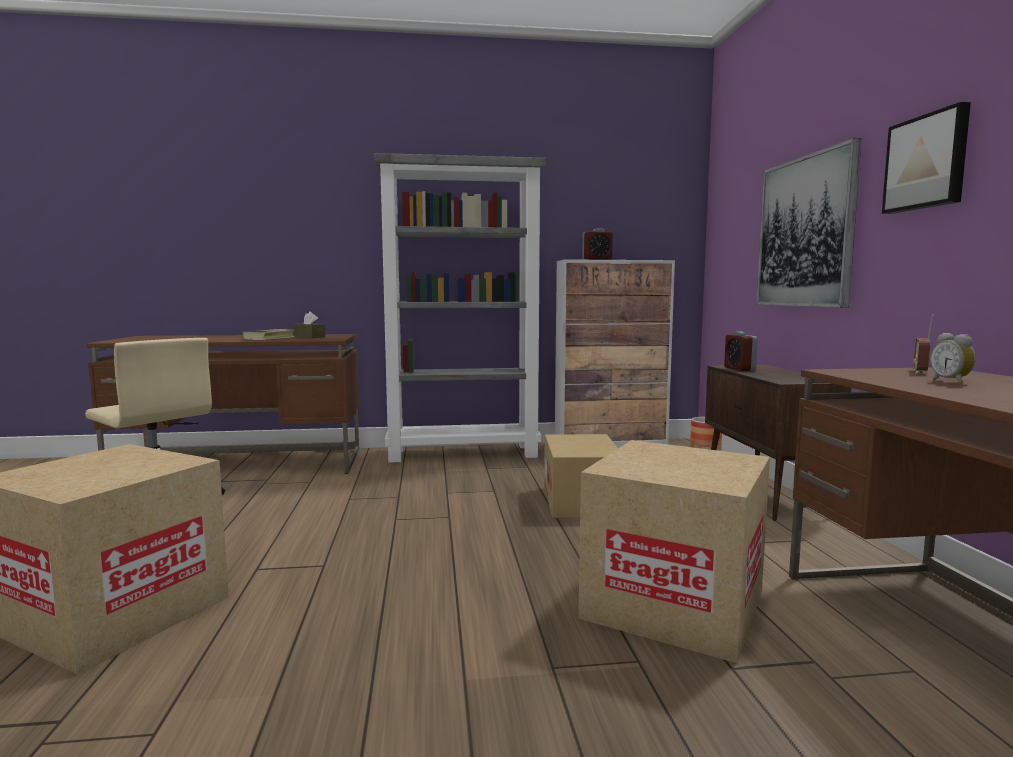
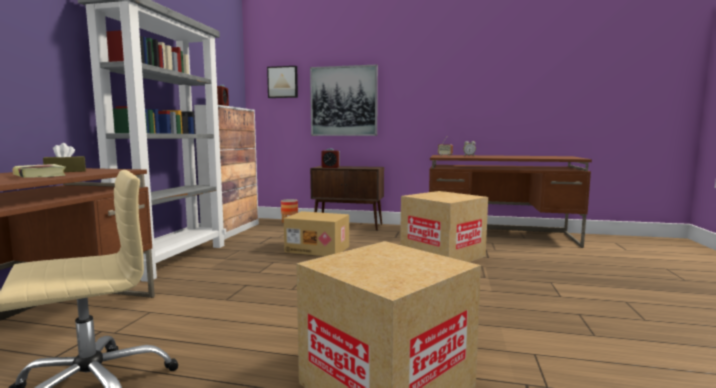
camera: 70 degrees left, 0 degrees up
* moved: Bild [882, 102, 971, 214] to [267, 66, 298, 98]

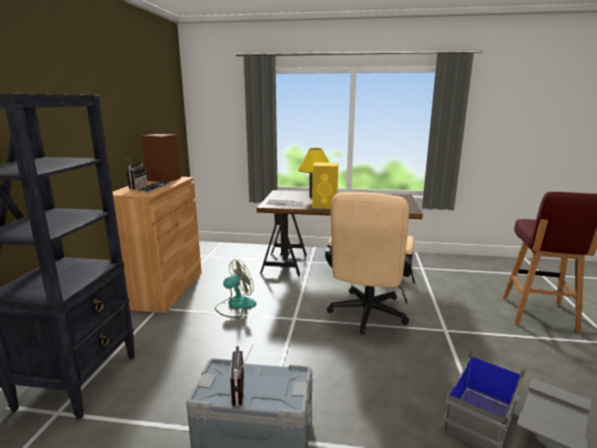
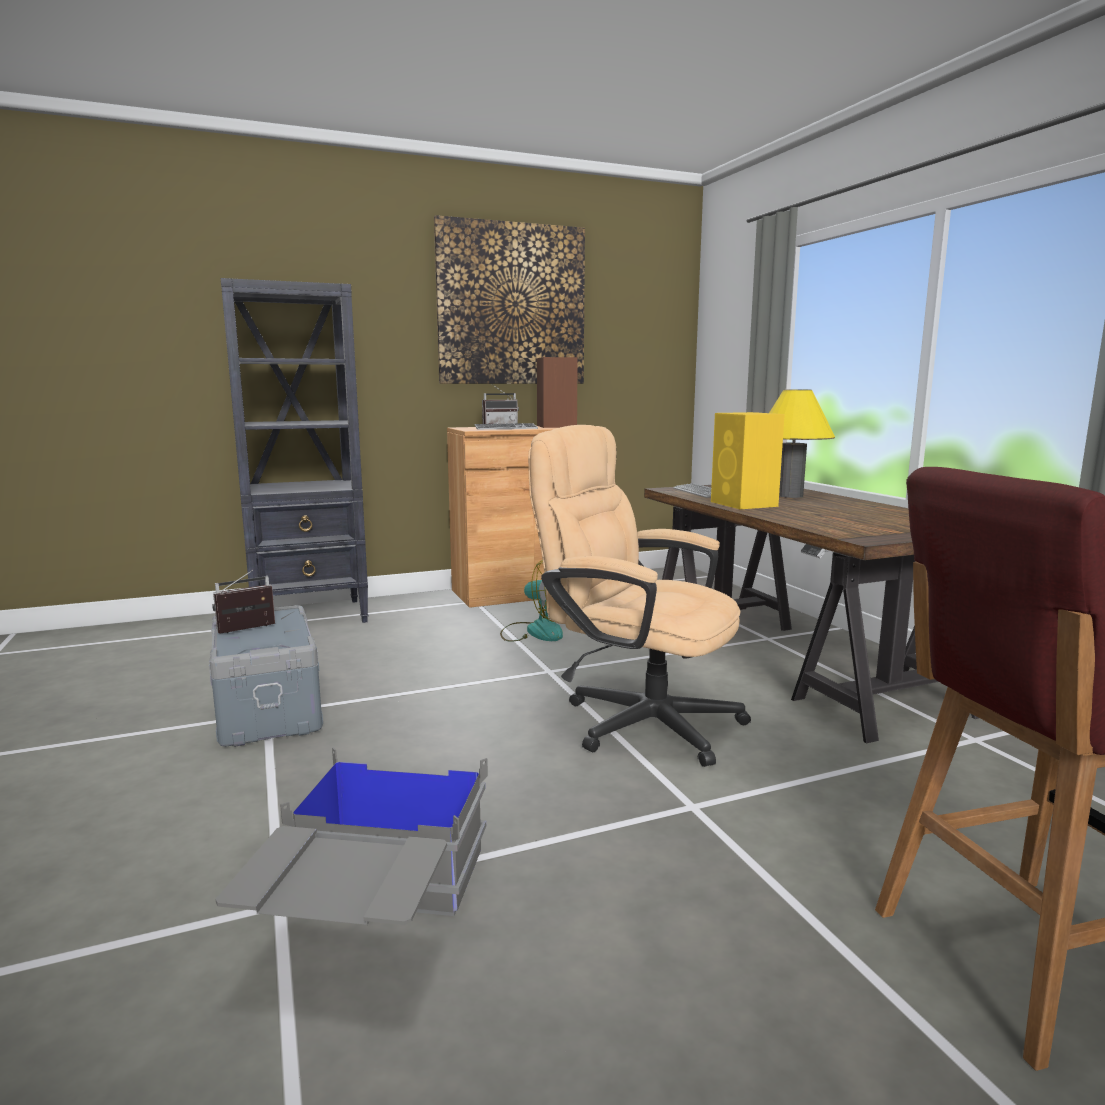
camera: 60 degrees right, 5 degrees down
* turned: Bürostuhl (beige) [325, 192, 414, 334] = [528, 425, 751, 767] 45 degrees clockwise
* added: Bild [434, 215, 585, 384]

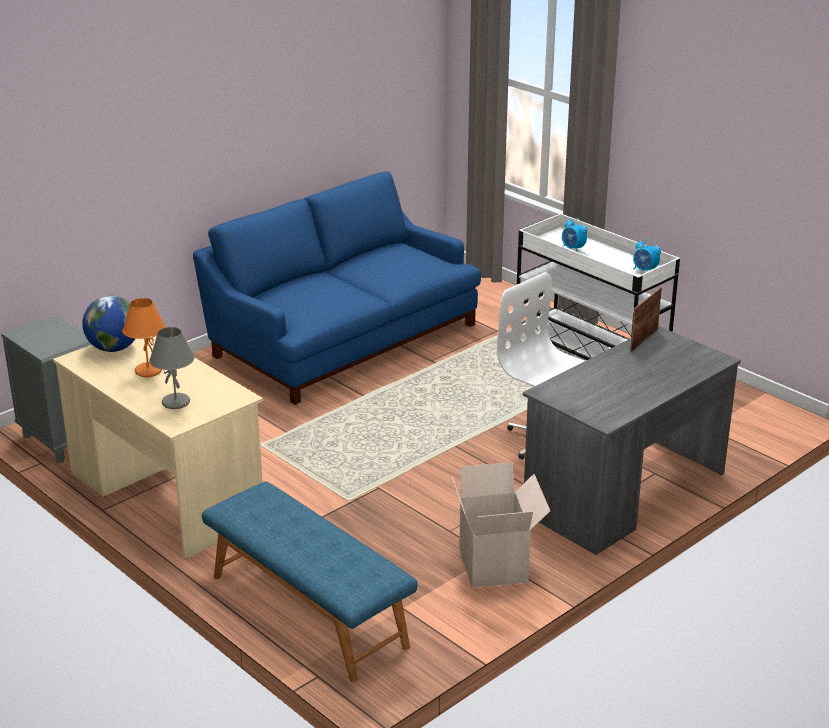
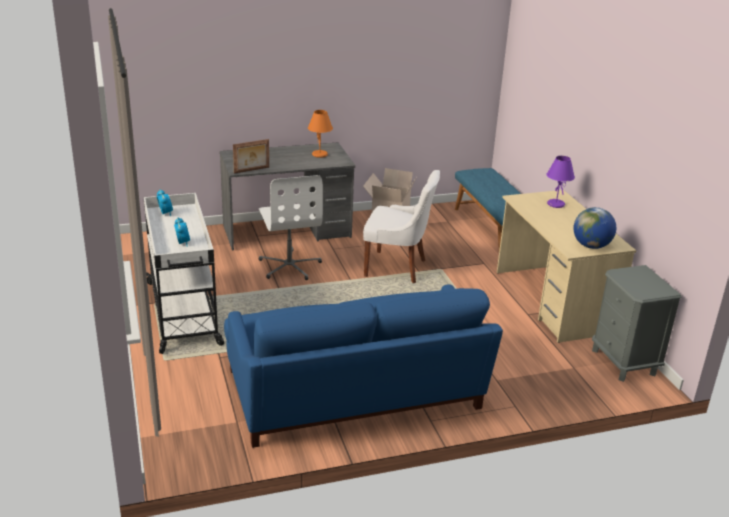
camera: 155 degrees left, 0 degrees up
* moved: Tischlampe (orange) [122, 298, 166, 377] to [308, 110, 333, 158]
* recoloured: Tischlampe (grau) [149, 327, 195, 409] to Tischlampe (lila) [547, 156, 575, 208]
* added: Stuhl (weiß) [363, 170, 440, 283]

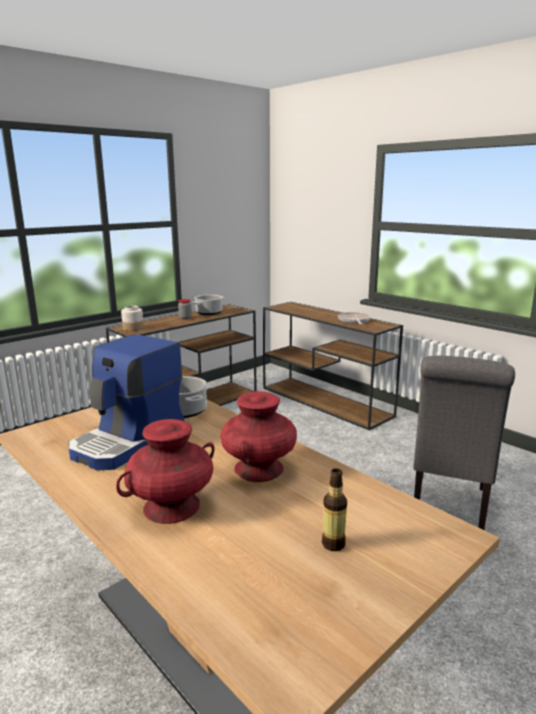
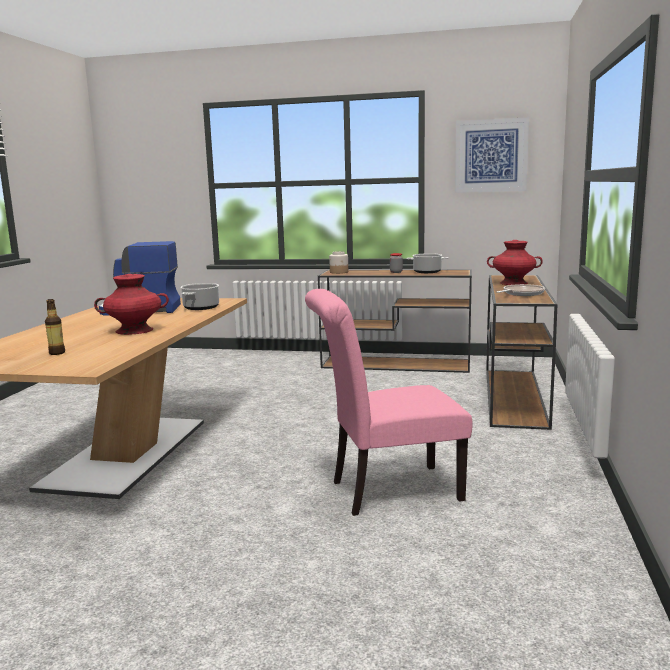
camera: 55 degrees right, 5 degrees down
* recoloured: Stuhl (grau) [414, 356, 515, 530] to Stuhl (rosa) [305, 289, 472, 516]
* moved: Vase (rot) [116, 419, 215, 524] to [487, 240, 543, 285]
* added: Bild [455, 117, 529, 193]

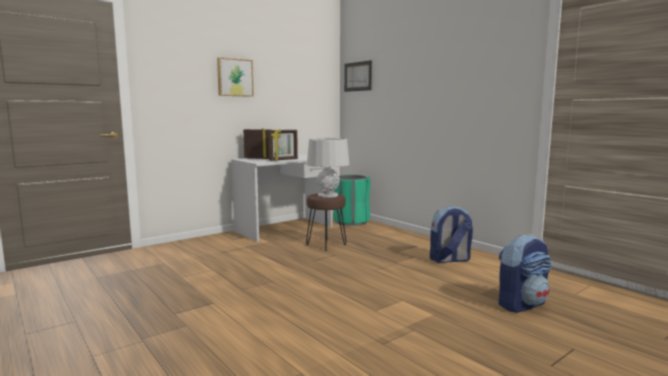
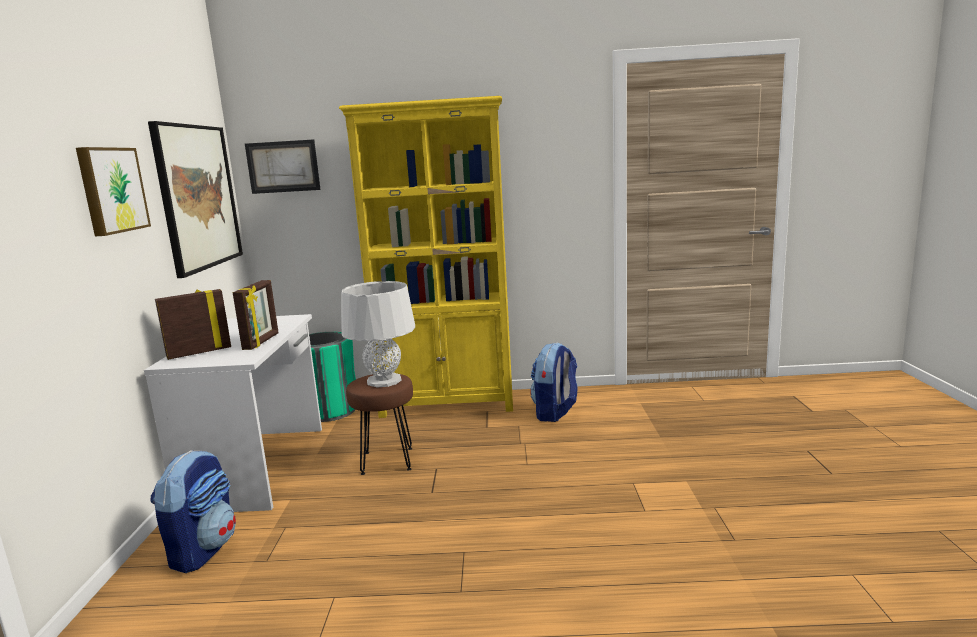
camera: 50 degrees left, 5 degrees up
* moved: Rucksack [499, 234, 552, 313] to [151, 450, 236, 573]
* added: Bücherregal (gelb) [339, 96, 513, 418]
* added: Bild [148, 121, 243, 278]

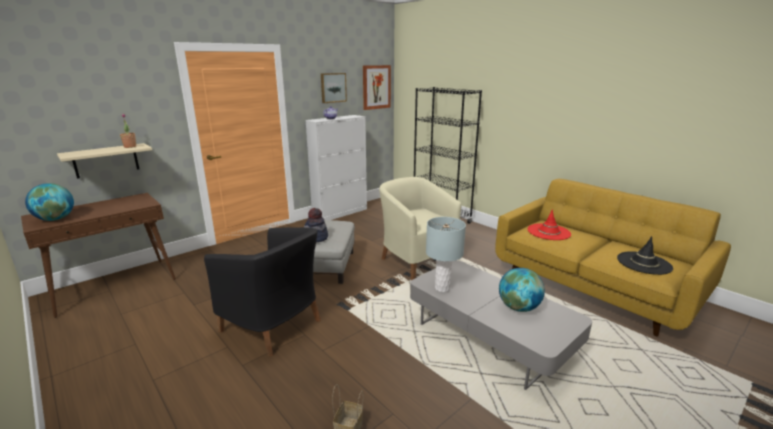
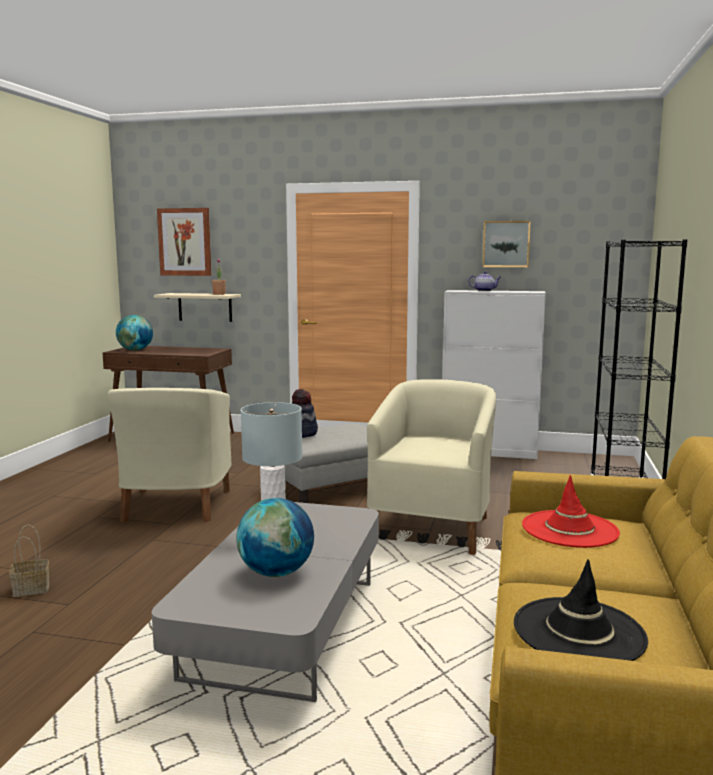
camera: 55 degrees right, 10 degrees down
* moved: Bild [363, 65, 391, 110] to [157, 208, 212, 276]
* recoloured: Sessel (schwarz) [204, 227, 321, 357] to Sessel (beige) [108, 388, 232, 522]

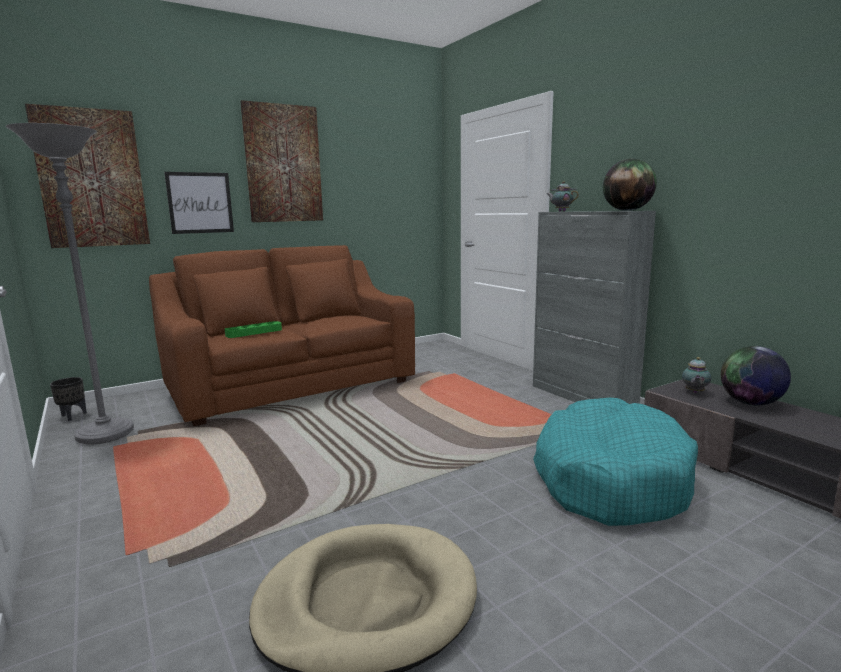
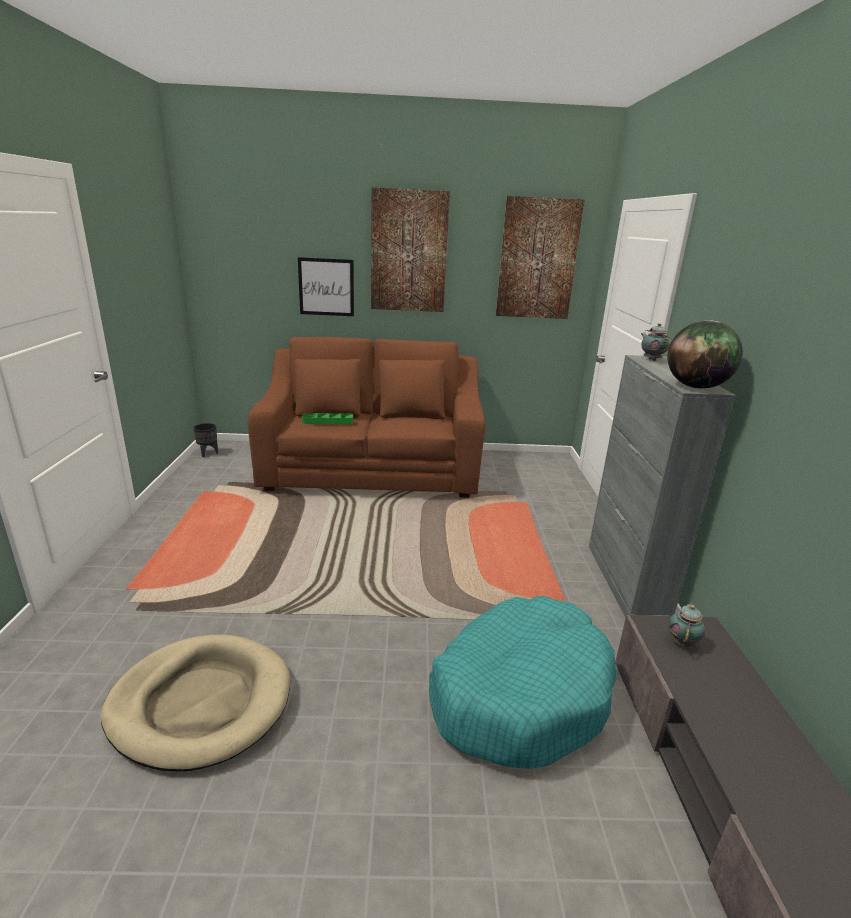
camera: 30 degrees right, 10 degrees up
* moved: Bild [25, 104, 150, 248] to [496, 196, 585, 319]
* removed: Stehlampe (grau) [6, 123, 134, 445]
* removed: Globus [721, 346, 791, 406]
* turned: Teekanne [682, 357, 711, 393] = [668, 603, 705, 647] 150 degrees clockwise

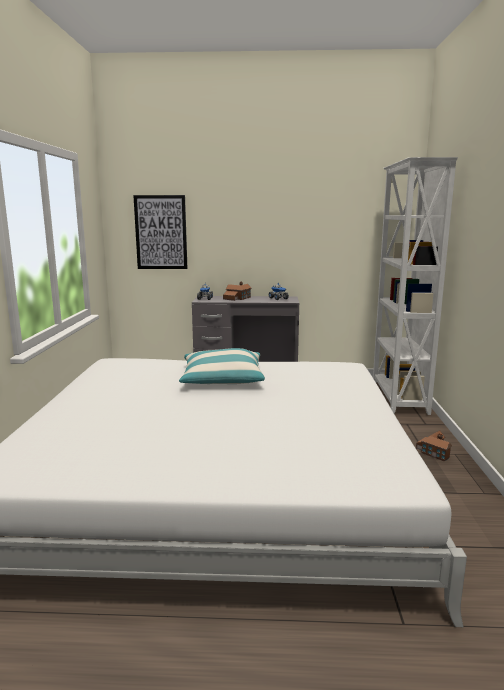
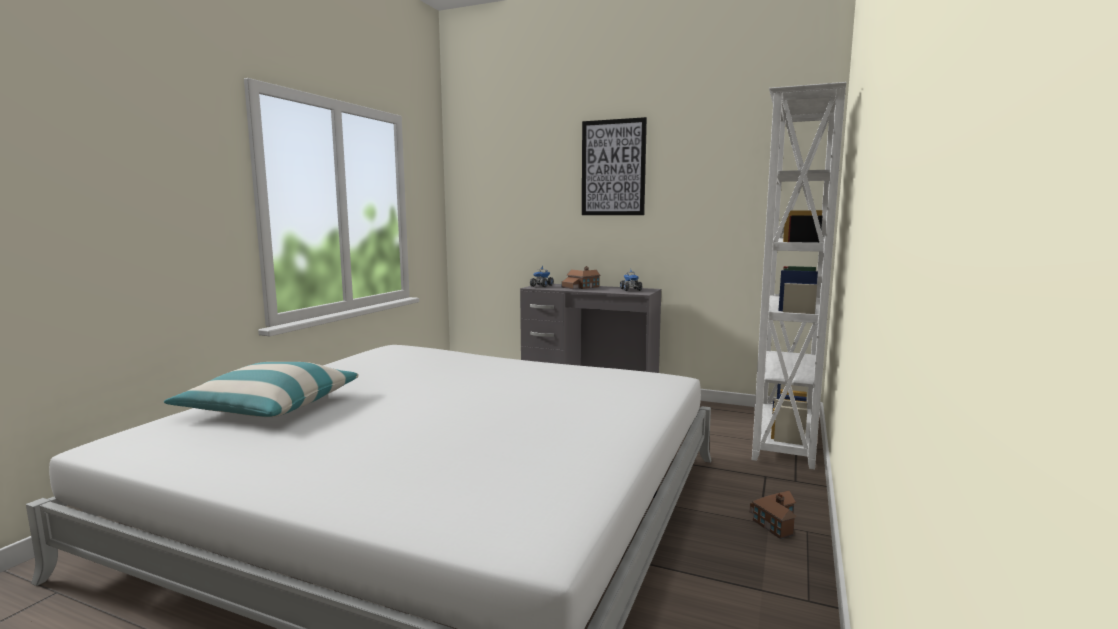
camera: 20 degrees right, 5 degrees down
* moved: Bild [133, 195, 187, 269] to [582, 117, 647, 215]
* moved: Kissen [179, 348, 265, 384] to [164, 362, 359, 417]

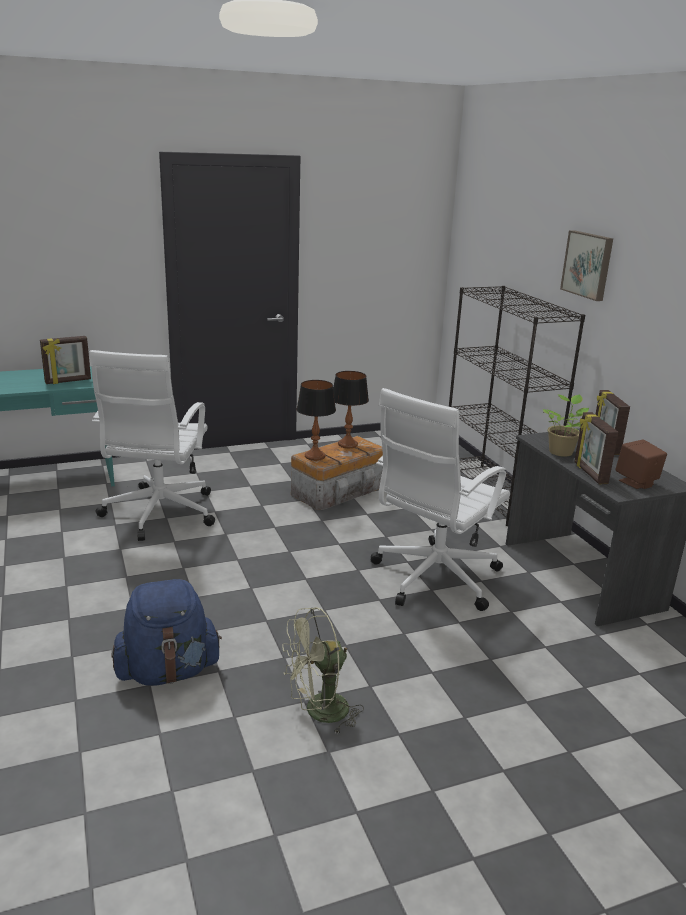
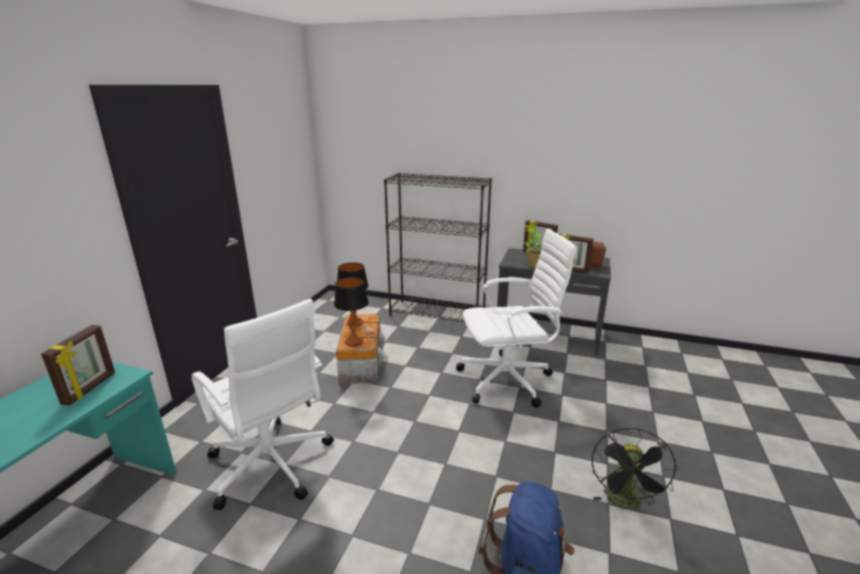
camera: 50 degrees left, 0 degrees up
* removed: Bild [560, 230, 613, 301]
* turned: Bürostuhl (weiß) [371, 388, 510, 611] = [456, 229, 577, 408] 90 degrees counterclockwise
* recoloured: Ventilator (grün) [282, 607, 364, 735] to Ventilator (schwarz) [592, 428, 678, 509]

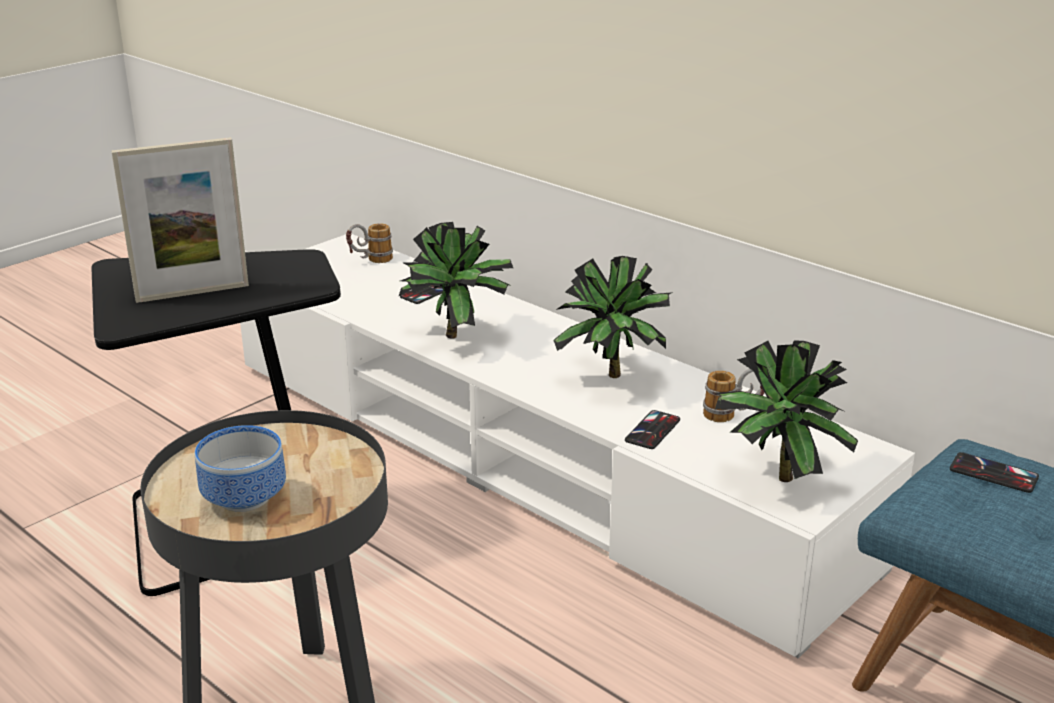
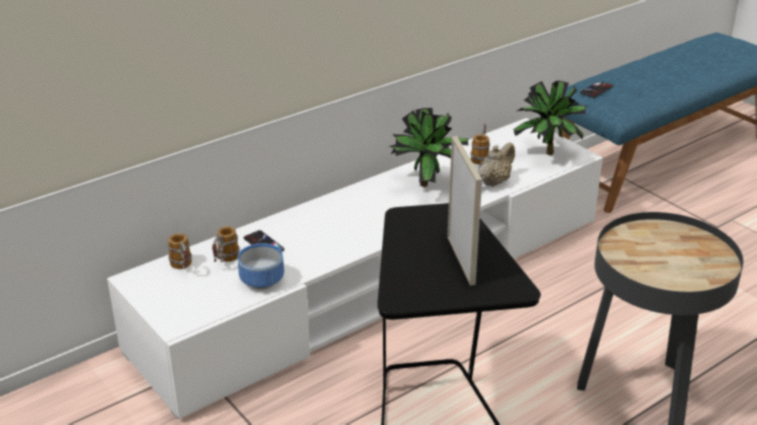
camera: 80 degrees left, 5 degrees up
* removed: Topfpflanze [399, 222, 513, 339]
* replaced: Handy [625, 410, 680, 449] to Teekanne (beige) [478, 142, 515, 187]
* moved: Schüssel [195, 425, 286, 512] to [238, 243, 284, 289]
* added: Henkelbecher [212, 227, 240, 262]

